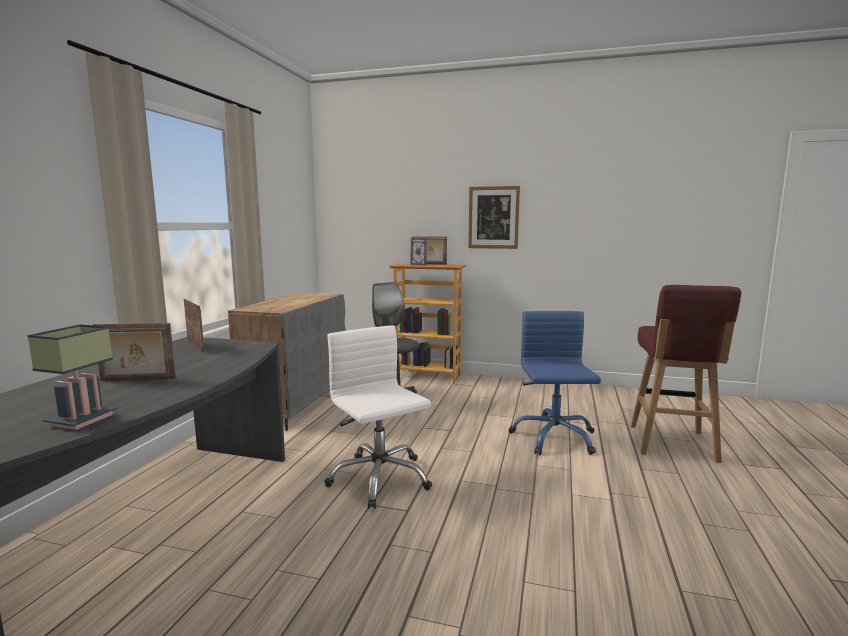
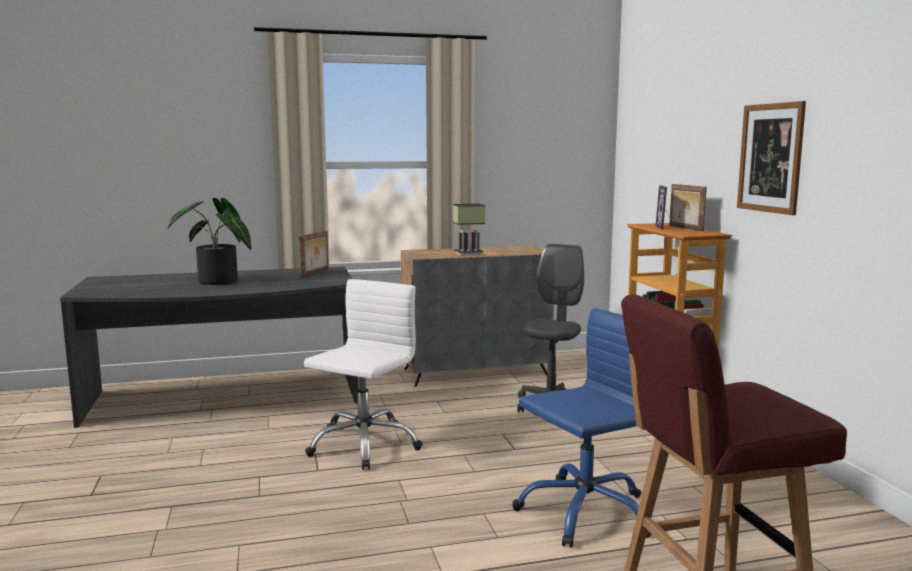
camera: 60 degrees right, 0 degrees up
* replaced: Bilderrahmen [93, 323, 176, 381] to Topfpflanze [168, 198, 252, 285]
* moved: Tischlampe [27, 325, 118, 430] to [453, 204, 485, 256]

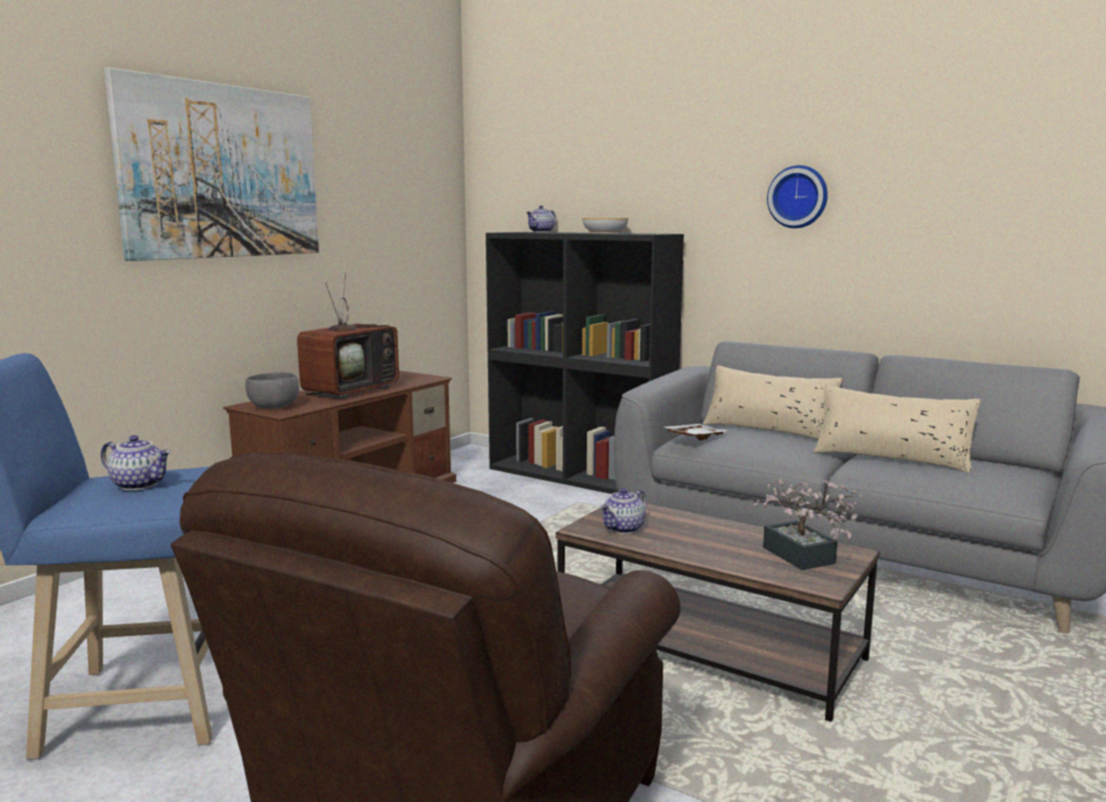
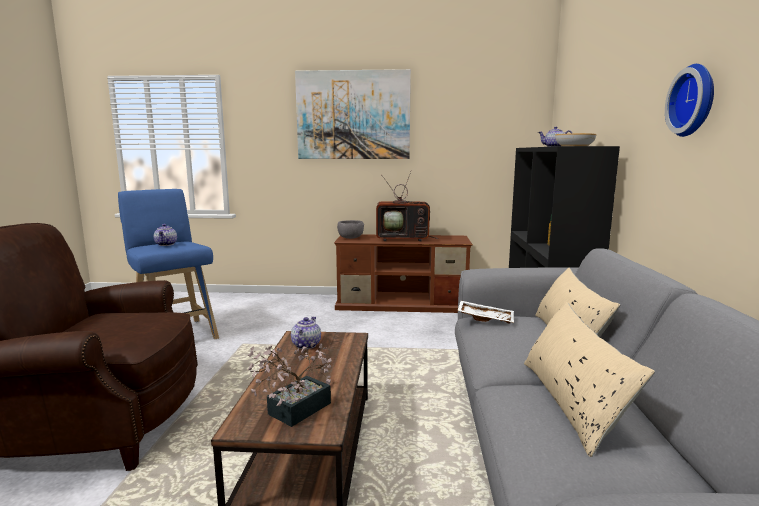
camera: 60 degrees right, 0 degrees up
* turned: Teekanne [600, 488, 647, 534] = [291, 317, 321, 349] 90 degrees clockwise

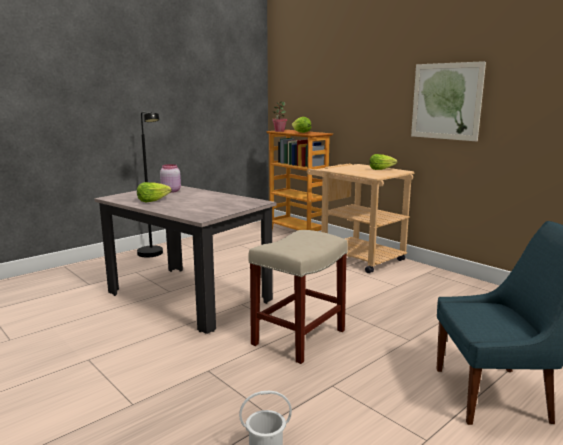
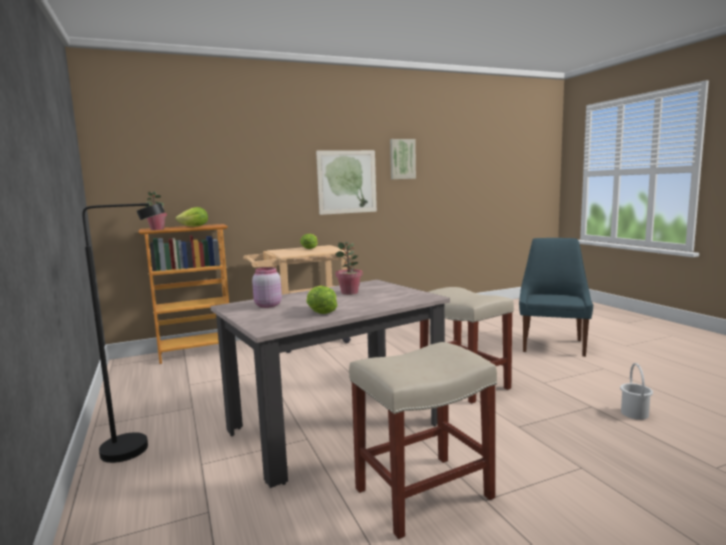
camera: 70 degrees left, 5 degrees down
* added: Bild [390, 139, 416, 179]
* added: Topfpflanze [335, 242, 363, 295]
* added: Hocker (beige) [349, 342, 497, 539]

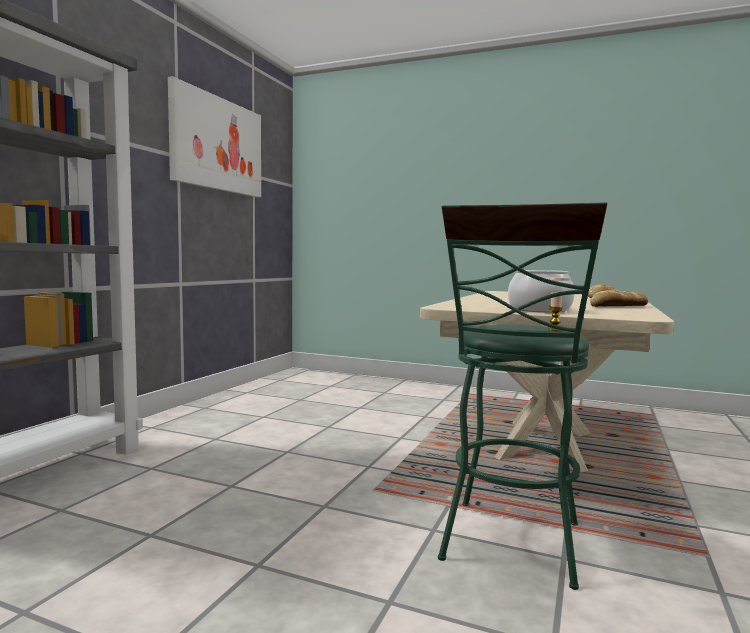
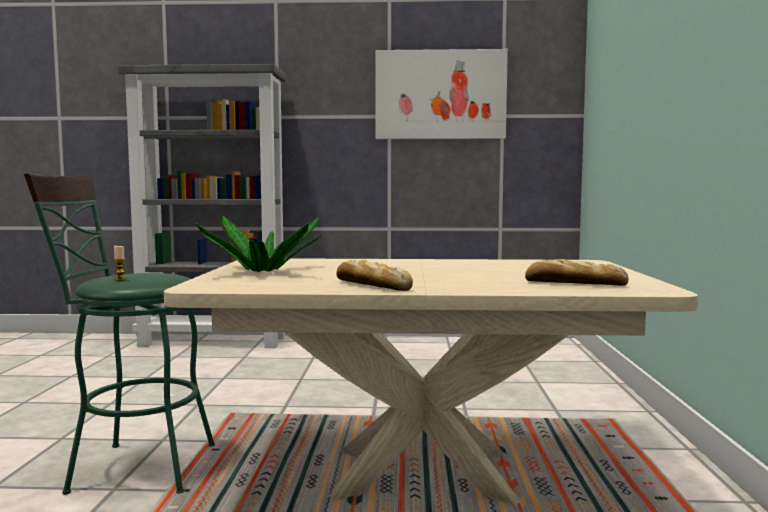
camera: 70 degrees right, 0 degrees up
* replaced: Kochtopf [508, 270, 575, 313] to Topfpflanze [195, 216, 322, 272]

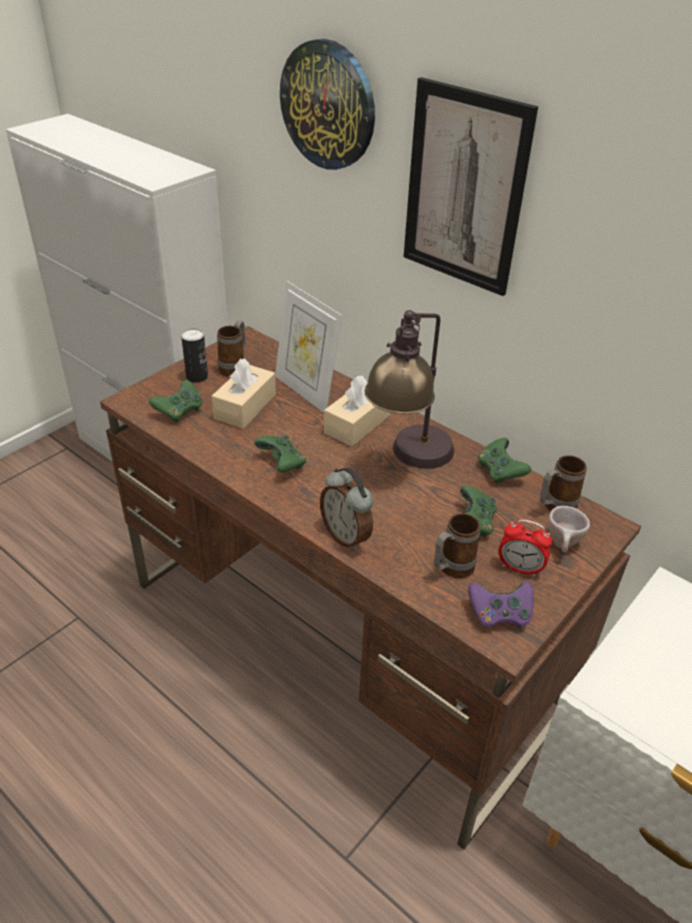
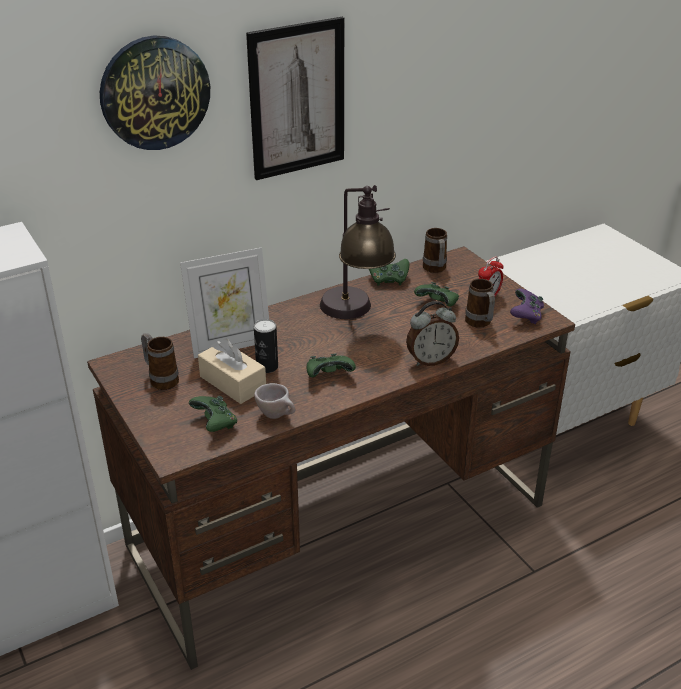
camera: 70 degrees left, 5 degrees down
* moved: Dose [181, 328, 208, 383] to [254, 319, 278, 373]
* removed: Taschentuchbox (beige) [324, 376, 390, 447]
* moved: Tasse (beige) [548, 506, 590, 553] to [254, 383, 296, 419]

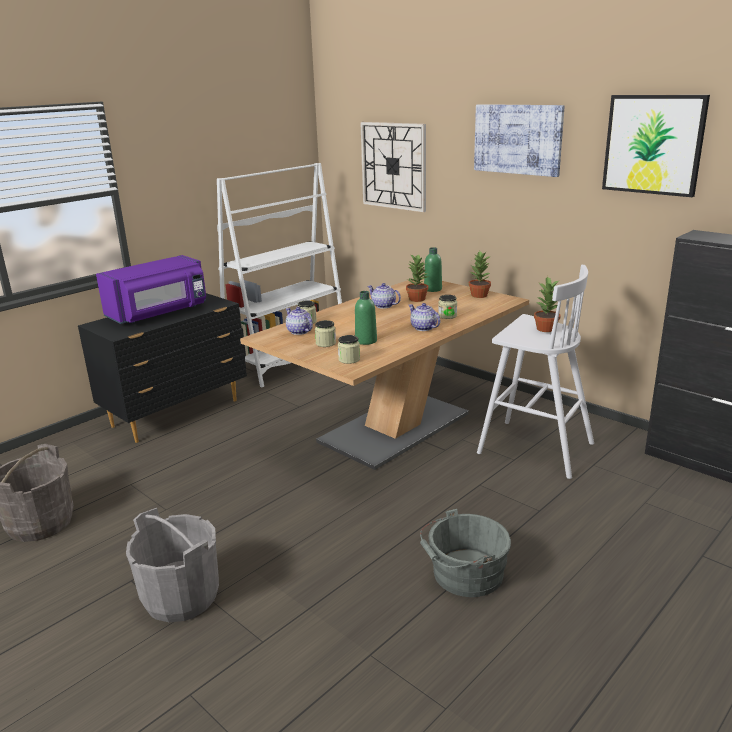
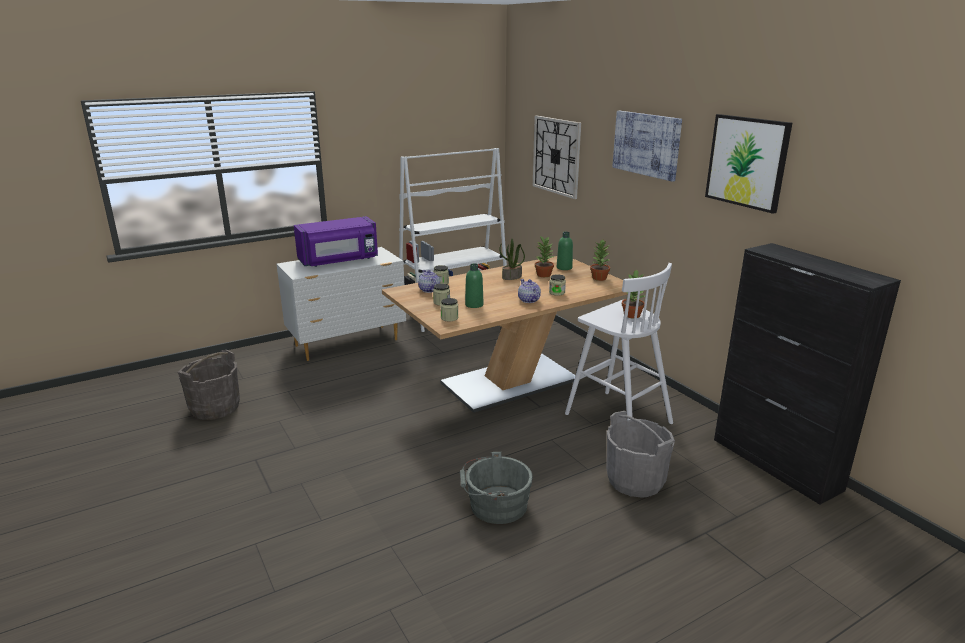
camera: 15 degrees right, 0 degrees up
* replaced: Teekanne [368, 283, 401, 309] to Topfpflanze [499, 239, 525, 280]
* recoloured: Kommode (schwarz) [78, 293, 247, 443] to Kommode (weiß) [277, 247, 406, 361]
* moved: Eimer (grau) [126, 508, 219, 622] to [606, 411, 675, 498]

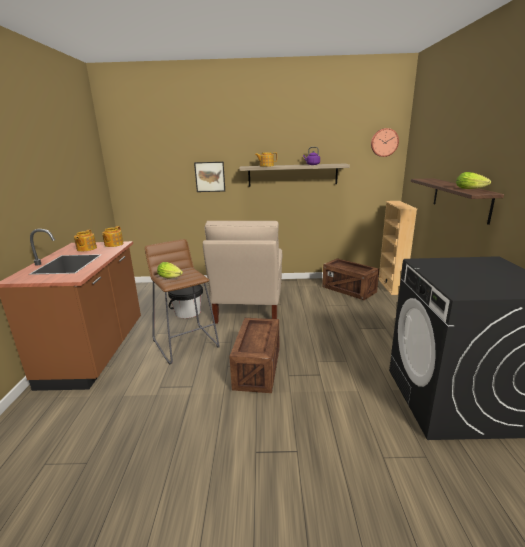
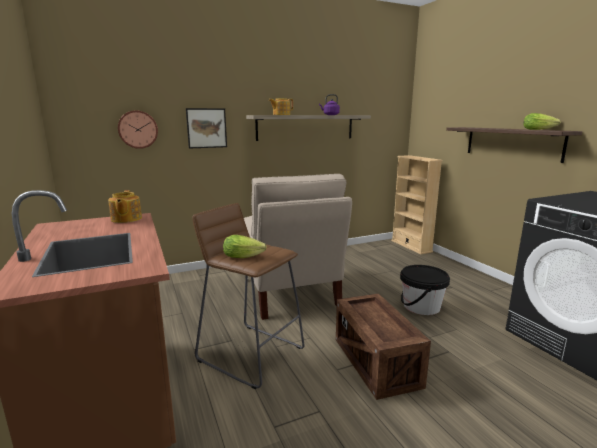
camera: 25 degrees left, 5 degrees down
* moved: Wanduhr [371, 128, 399, 157] to [118, 110, 158, 149]
* removed: Teekanne [74, 230, 97, 251]
* removed: Kiste [322, 258, 379, 300]
* moved: Eimer (schwarz) [168, 285, 203, 318] to [400, 265, 450, 315]

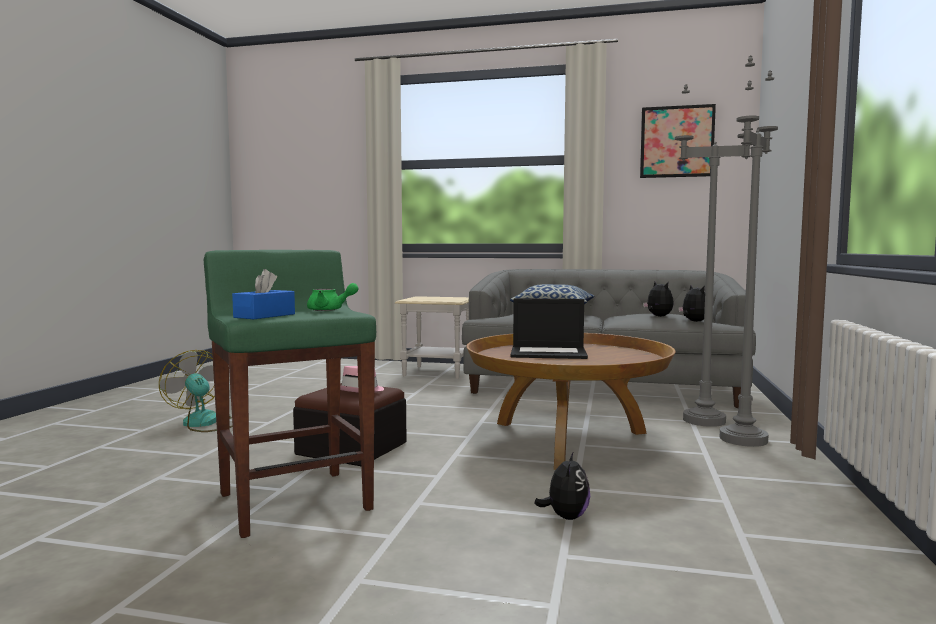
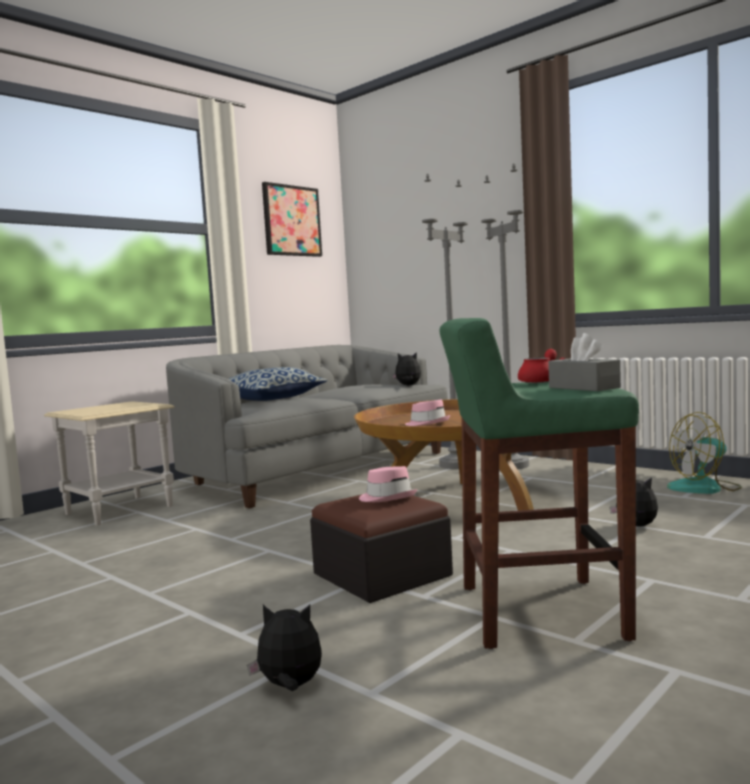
camera: 60 degrees left, 0 degrees up
* recoloured: Taschentuchbox (blau) [232, 269, 295, 319] to Taschentuchbox (grau) [548, 333, 621, 391]
* moved: Plüschtier [643, 282, 674, 317] to [247, 605, 322, 691]
* recoloured: Teekanne (grün) [307, 283, 358, 311] to Teekanne (rot) [518, 349, 565, 383]
* replaced: Laptop [511, 298, 588, 359] to Hut (rosa) [405, 399, 450, 426]
* moved: Ventilator [159, 350, 233, 432] to [667, 412, 742, 494]

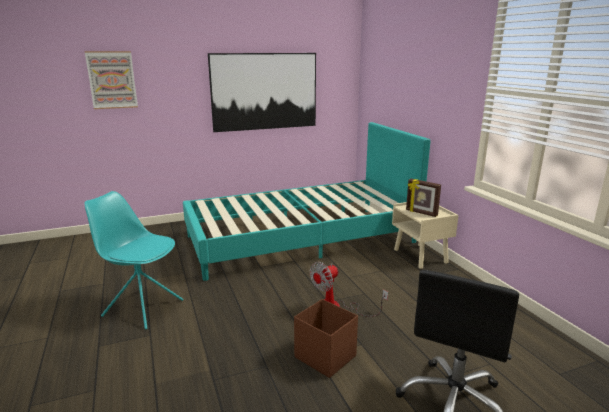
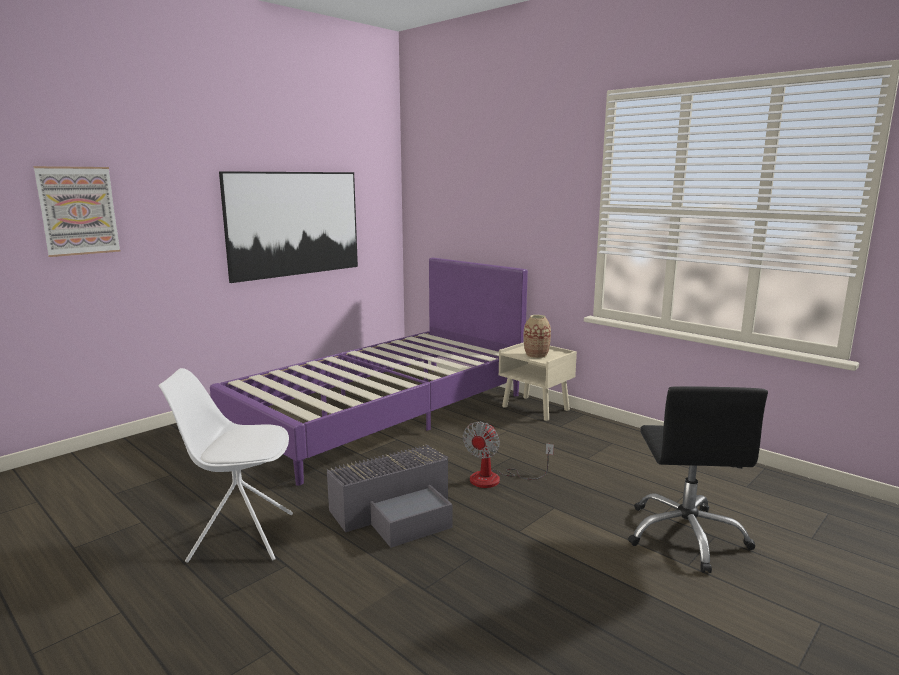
camera: 25 degrees left, 5 degrees down
* recoloured: Bett (türkis) [183, 122, 430, 281] to Bett (lila) [210, 258, 528, 486]
* replaced: Bilderrahmen [406, 179, 441, 217] to Vase [523, 315, 551, 358]
* recoloured: Stuhl (türkis) [85, 191, 183, 329] to Stuhl (weiß) [159, 368, 293, 563]
* removed: Aufbewahrungsbox (braun) [294, 299, 358, 378]
* added: Aufbewahrungsbox (grau) [327, 445, 453, 548]

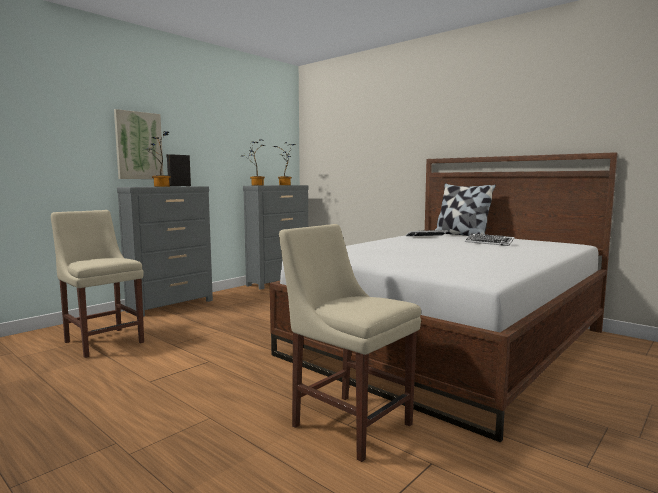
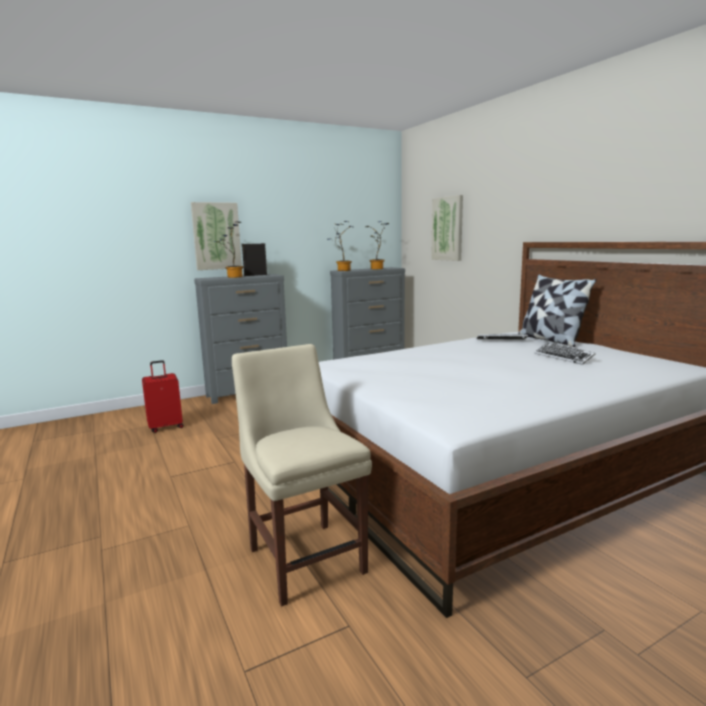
camera: 20 degrees right, 5 degrees up
* replaced: Stuhl (beige) [51, 210, 144, 358] to Koffer (rot) [142, 360, 184, 433]
* added: Bild [431, 195, 463, 261]

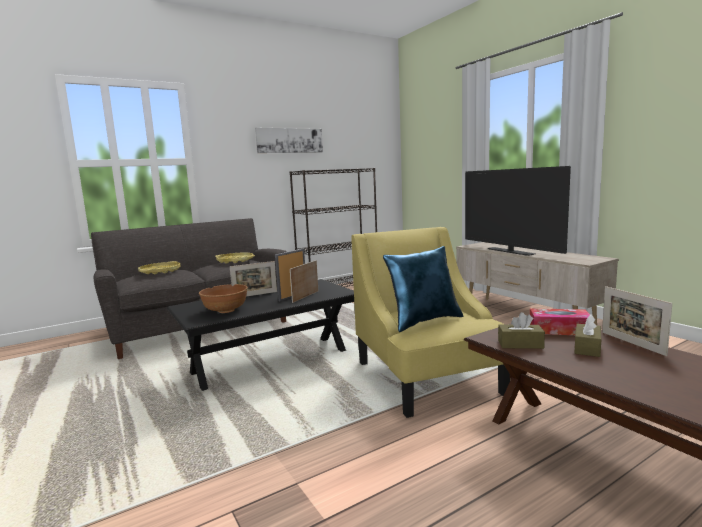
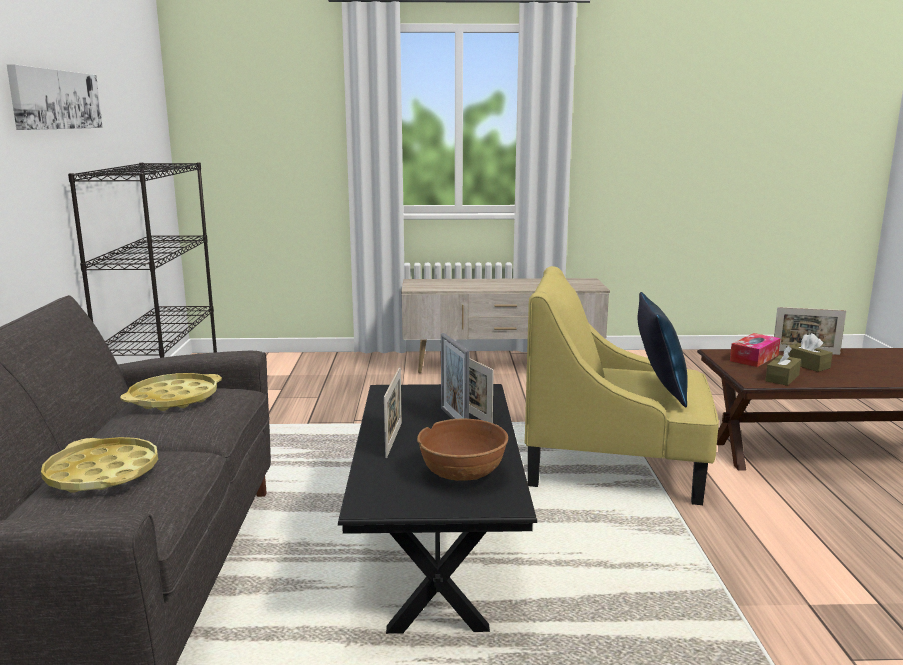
camera: 60 degrees left, 5 degrees up
* removed: Fernseher [465, 166, 571, 256]

